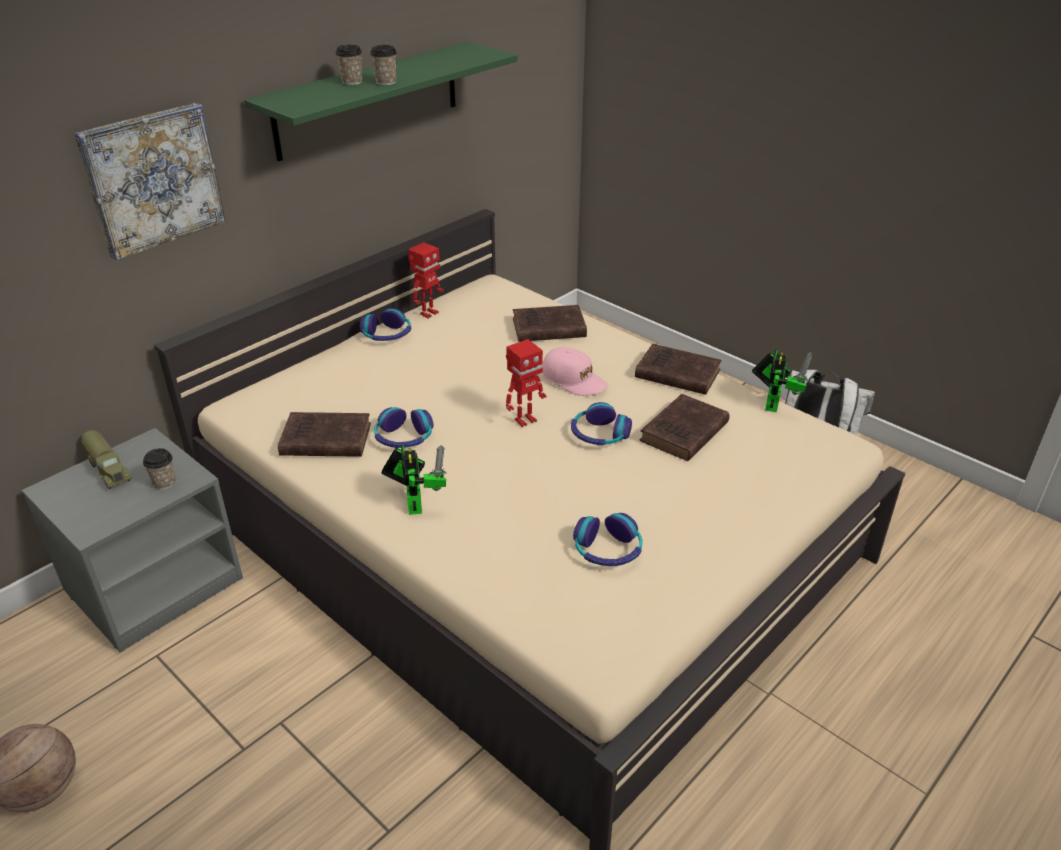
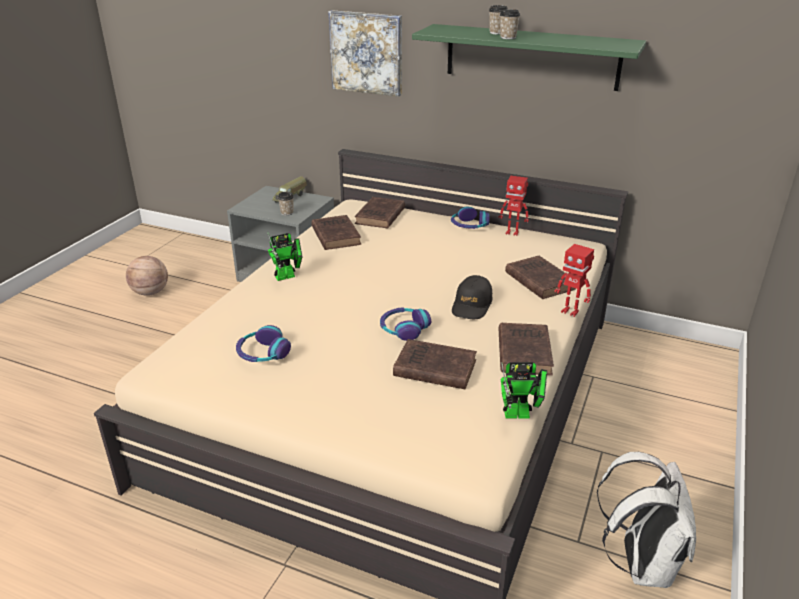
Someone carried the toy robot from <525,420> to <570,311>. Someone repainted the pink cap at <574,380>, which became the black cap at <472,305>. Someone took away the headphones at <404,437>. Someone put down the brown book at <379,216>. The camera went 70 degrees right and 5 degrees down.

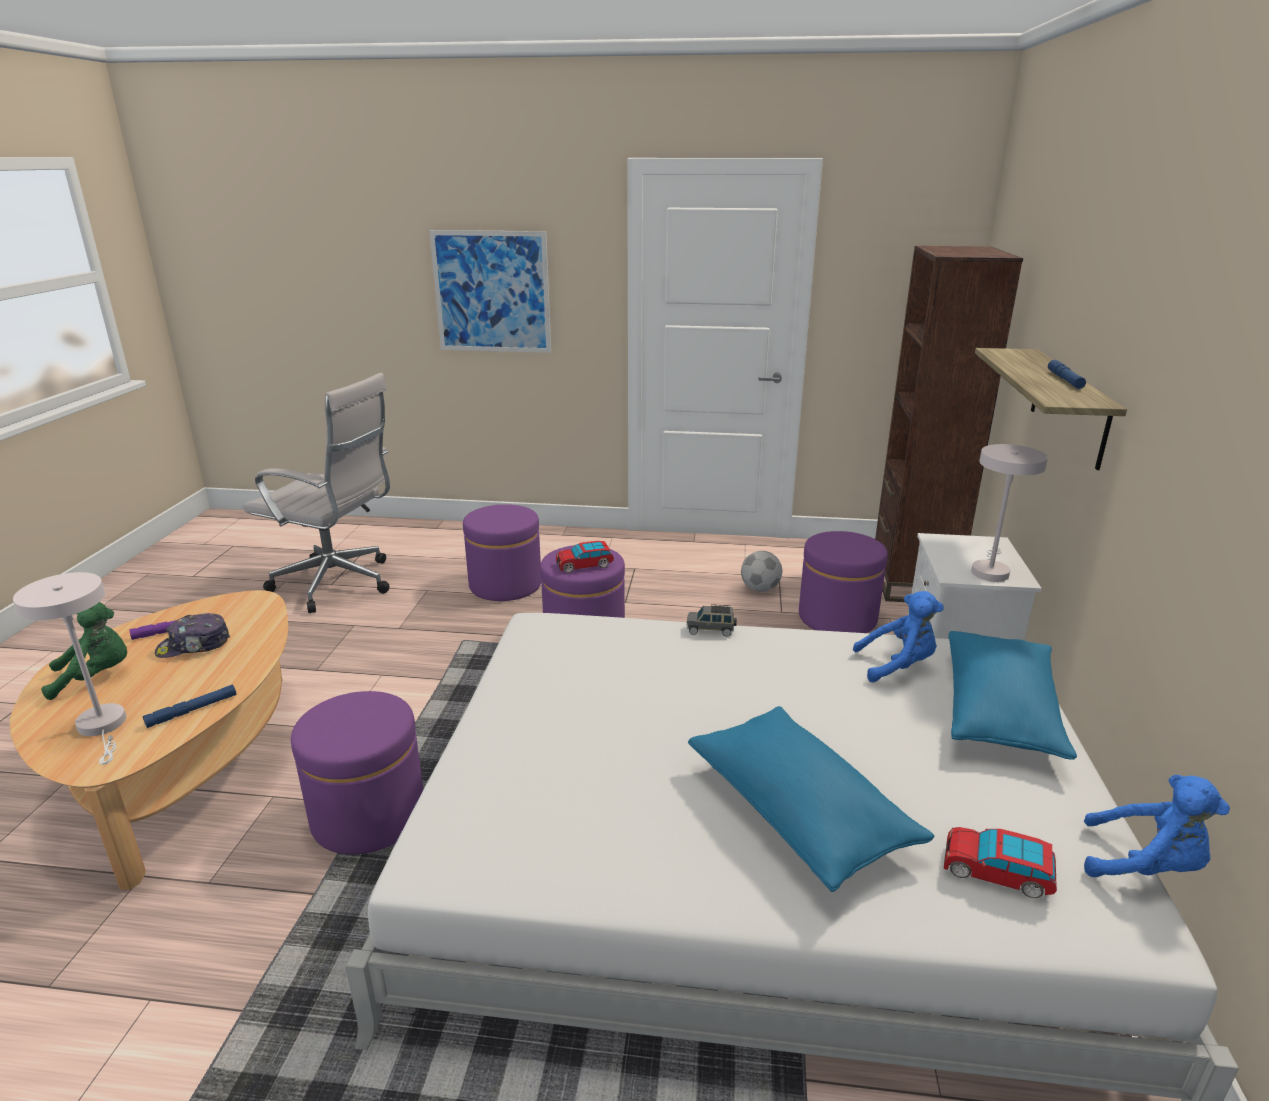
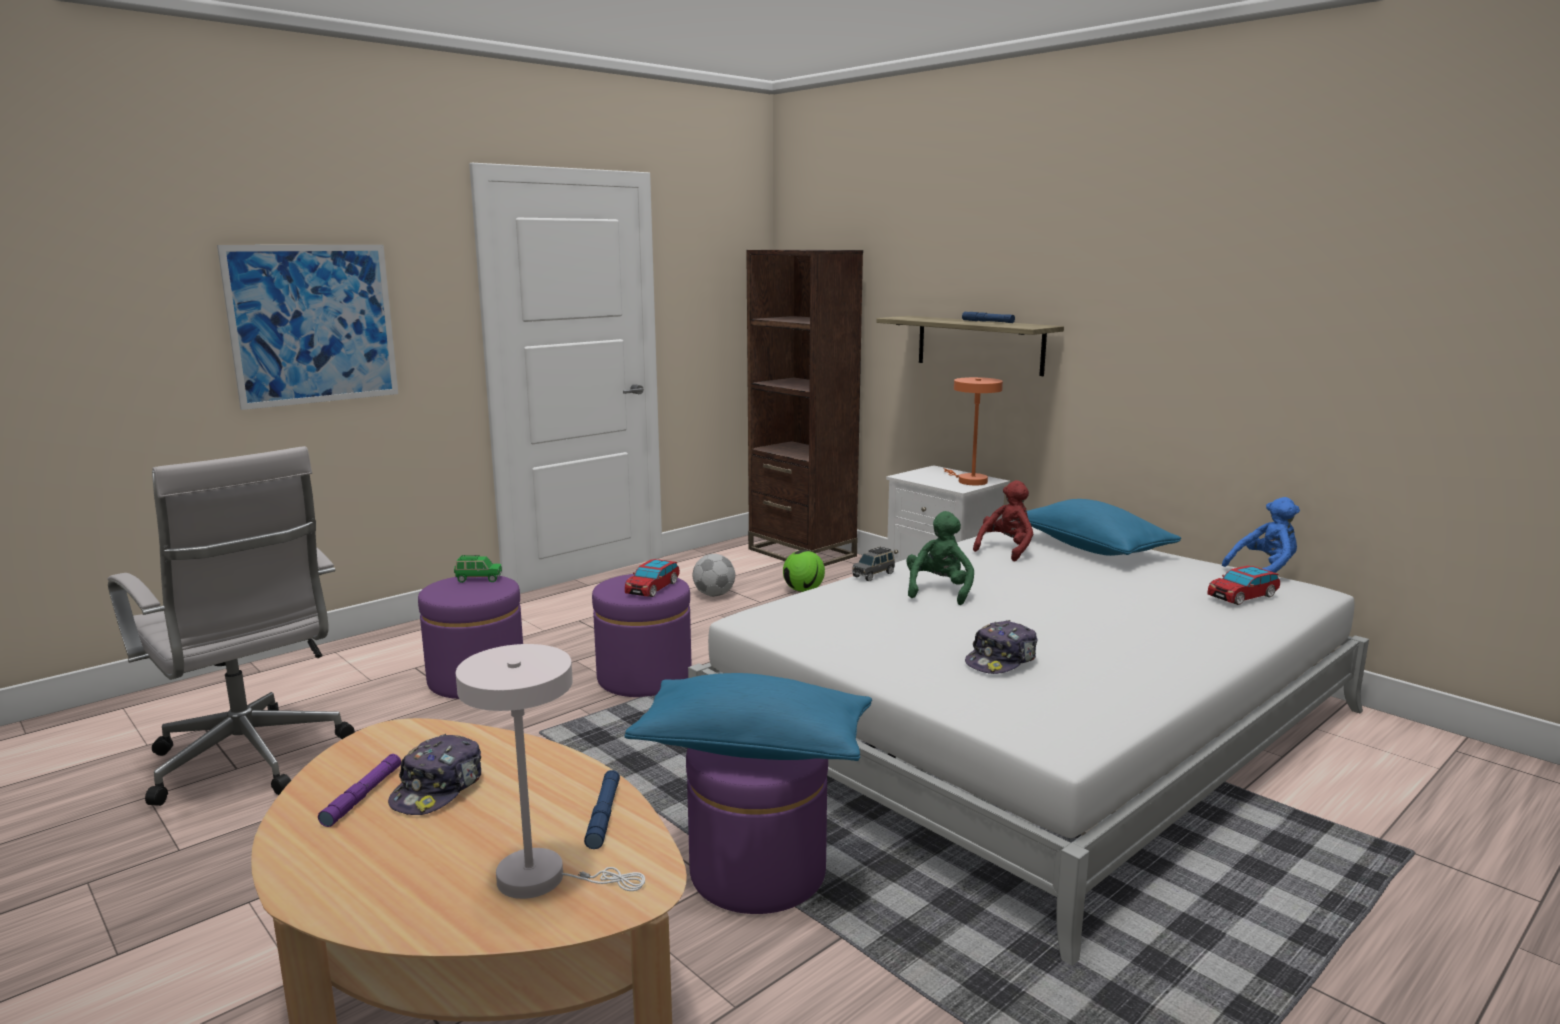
Someone rotated the white office chair at <339,584> by 75 degrees clockwise. Someone repainted the white table lamp at <989,570>, which became the orange table lamp at <969,480>. Someone swapped the purple ottoman at <837,618> for the football at <803,590>. Someone repainted the blue plush toy at <898,665>, which became the red plush toy at <1006,550>. Someone carried the green plush toy from <96,677> to <939,591>. Someone carried the blue pillow from <798,813> to <753,748>. Someone put down the green toy car at <478,579>. Someone put down the cap at <1001,660>. The camera went 50 degrees left and 10 degrees down.

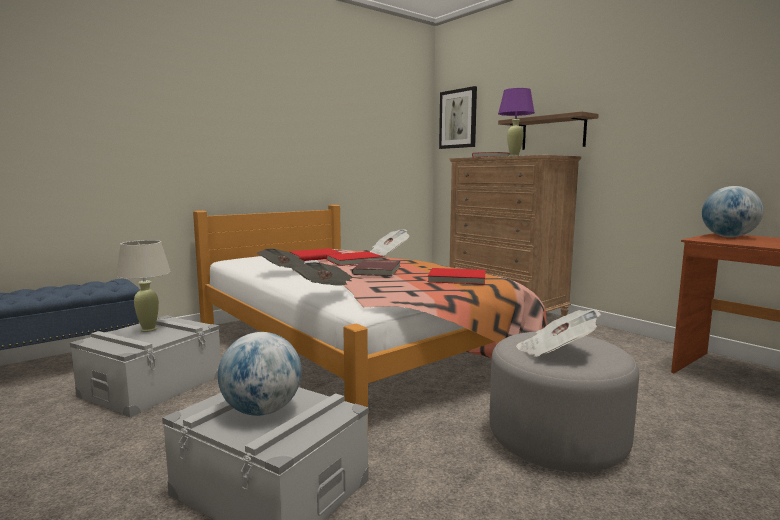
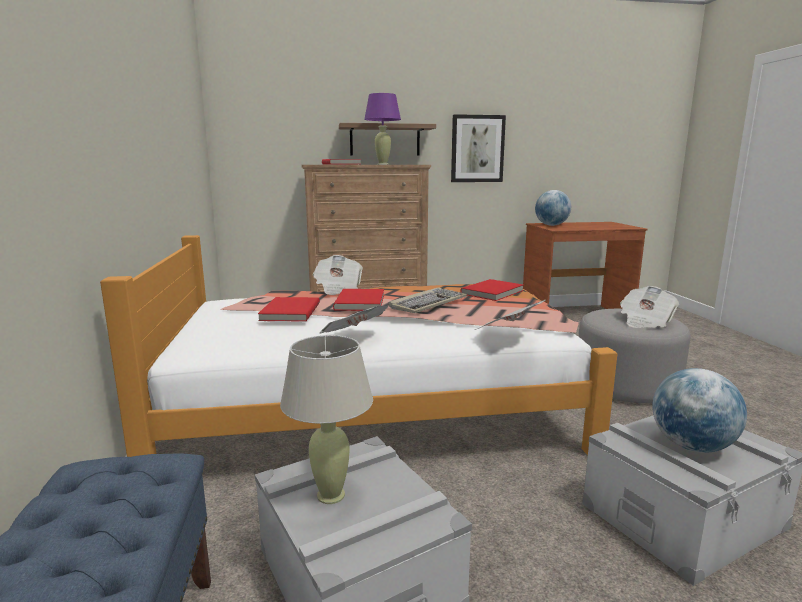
Someone carried the picture from <458,119> to <477,149>. Someone swapped the red book at <378,270> for the keyboard at <428,303>. The camera went 60 degrees left and 5 degrees up.

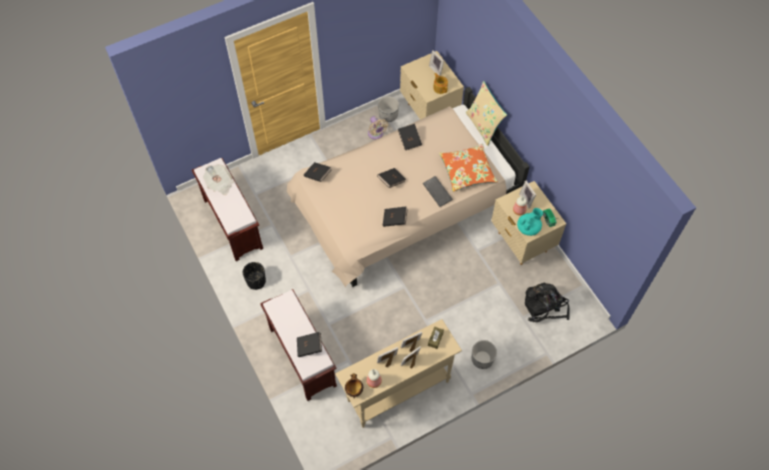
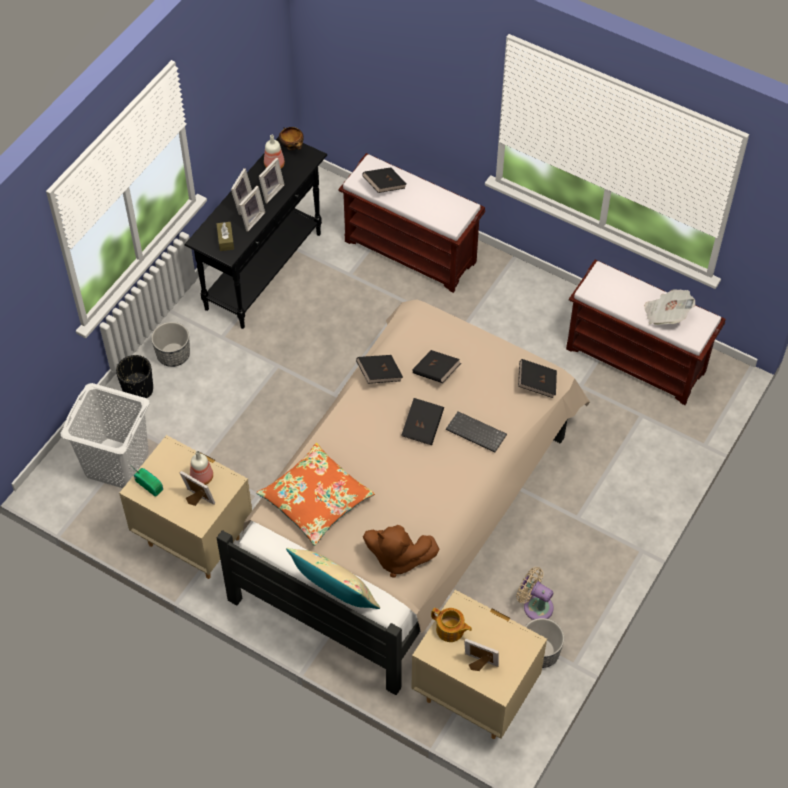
Someone carried the black book from <409,140> to <436,373>. Someone carried the keyboard from <438,192> to <474,433>. Someone took away the turquoise teapot at <528,228>. Someone carried the black planter from <256,281> to <138,389>. Someone swapped the black backpack at <544,306> for the white laundry basket at <117,463>. Someone repainted the beige console table at <397,391>, which became the black console table at <264,271>. Someone put down the brown plush toy at <397,558>. The camera went 150 degrees right and 5 degrees down.

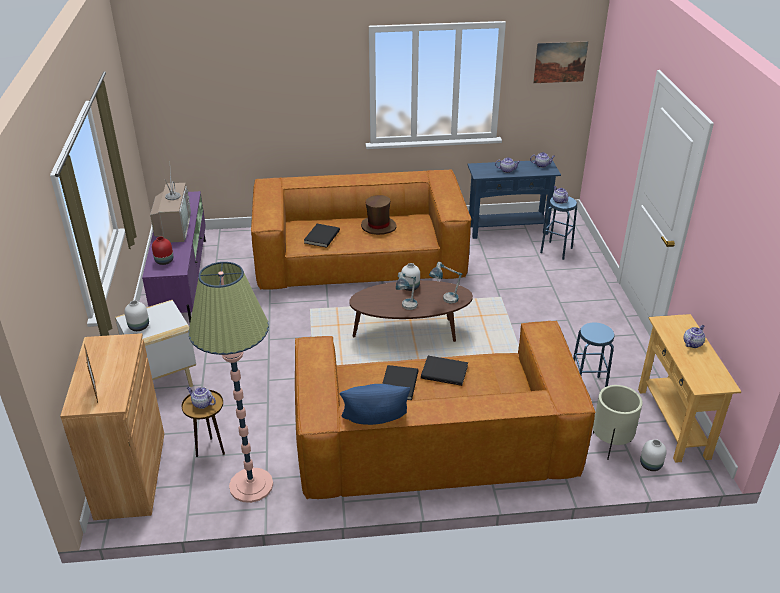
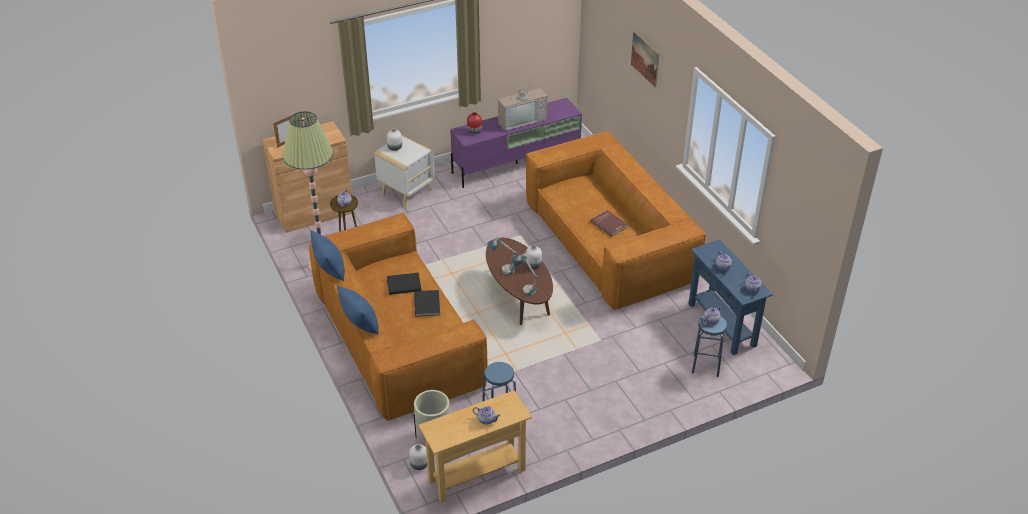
Someone carried the picture from <560,62> to <645,59>. Someone swapped the brown hat at <378,226> for the red book at <609,224>. Someone took away the black book at <321,237>. Someone put down the blue pillow at <360,324>. The camera went 70 degrees right and 5 degrees up.

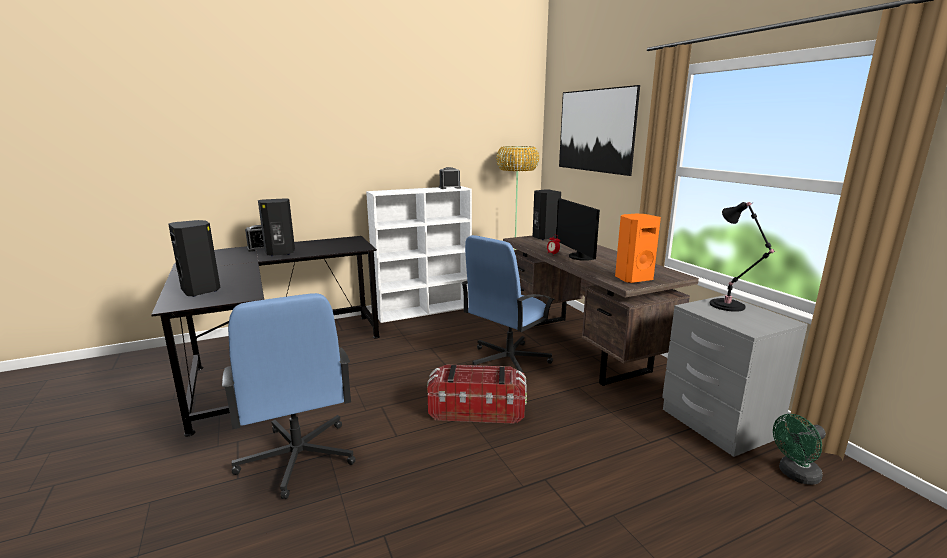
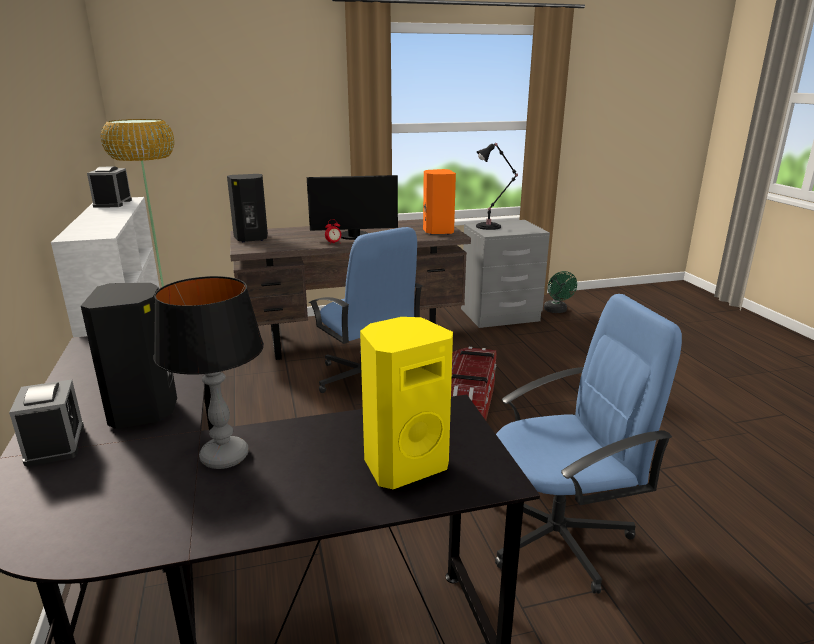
Someone took away the picture at <595,130>. Someone repainted the black speaker at <201,290>, which became the yellow speaker at <403,464>. Someone put down the table lamp at <225,457>. The camera went 80 degrees left and 5 degrees up.

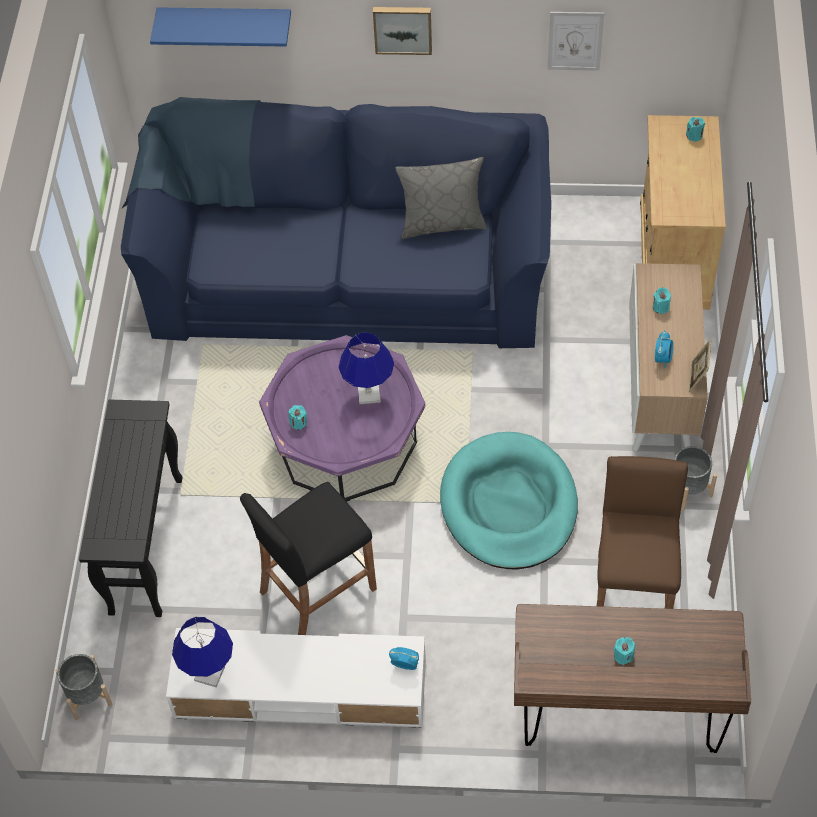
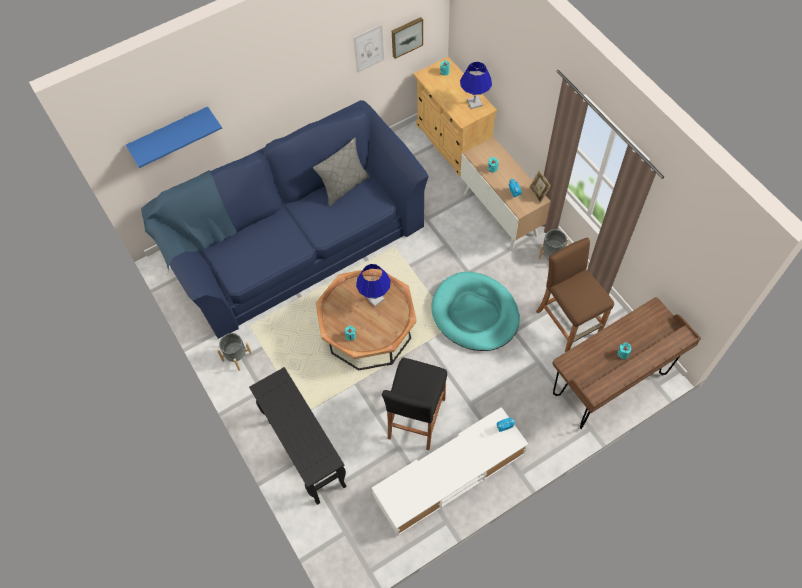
Someone carried the picture from <402,28> to <406,36>. Someone repainted the purple coffee table at <346,442>, which became the brown coffee table at <368,331>. Someone carried the blue table lamp from <209,673> to <474,103>. Someone carried the grey planter from <87,696> to <237,357>. The camera went 35 degrees left and 5 degrees up.

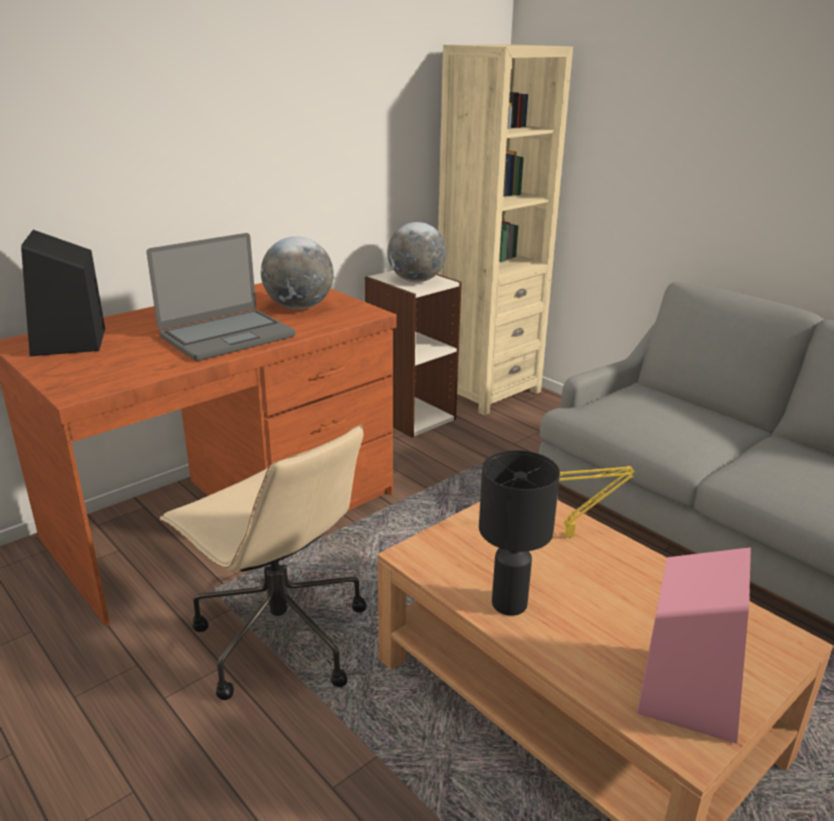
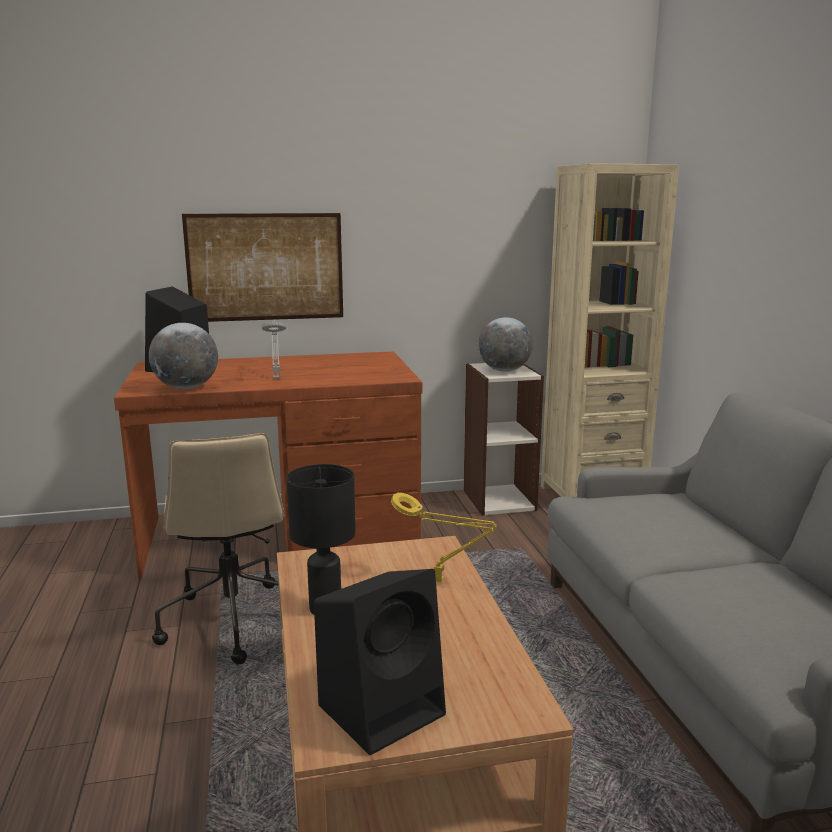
Someone swapped the laptop at <226,336> for the grey table lamp at <276,377>. Someone carried the globe from <299,307> to <186,388>. Someone repainted the pink speaker at <688,690>, which became the black speaker at <383,708>. Someone put up the picture at <265,267>. The camera went 30 degrees right and 10 degrees down.

